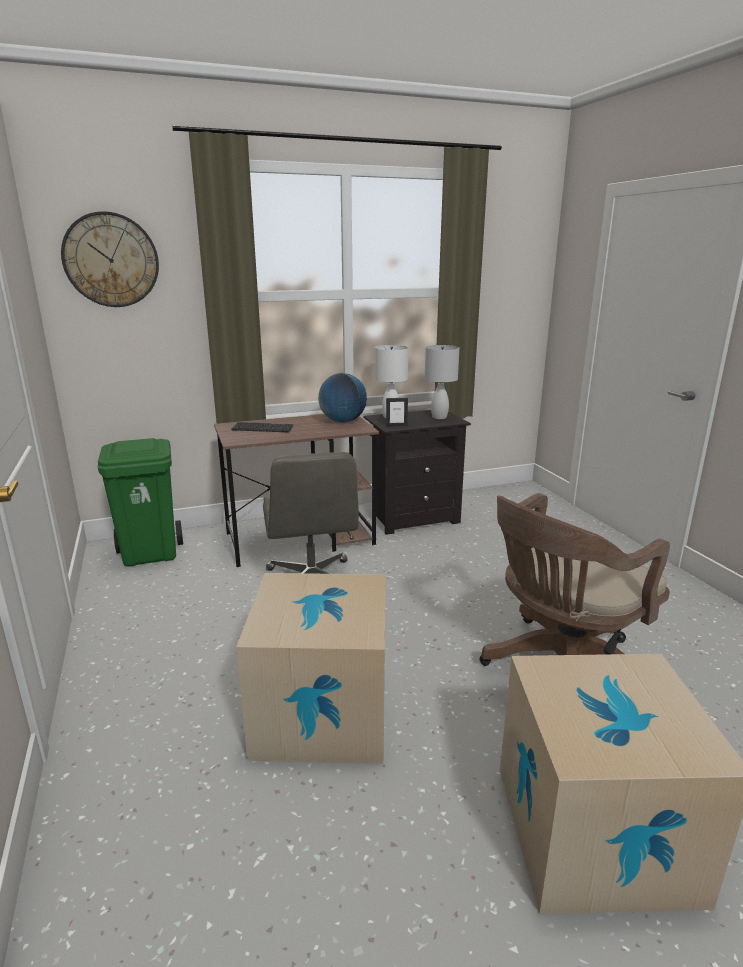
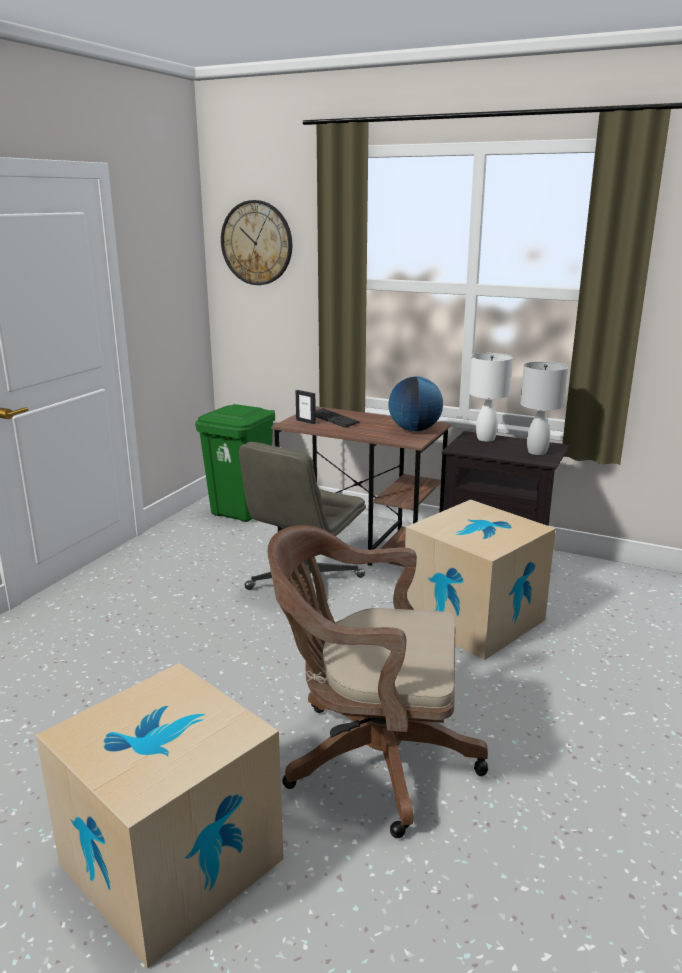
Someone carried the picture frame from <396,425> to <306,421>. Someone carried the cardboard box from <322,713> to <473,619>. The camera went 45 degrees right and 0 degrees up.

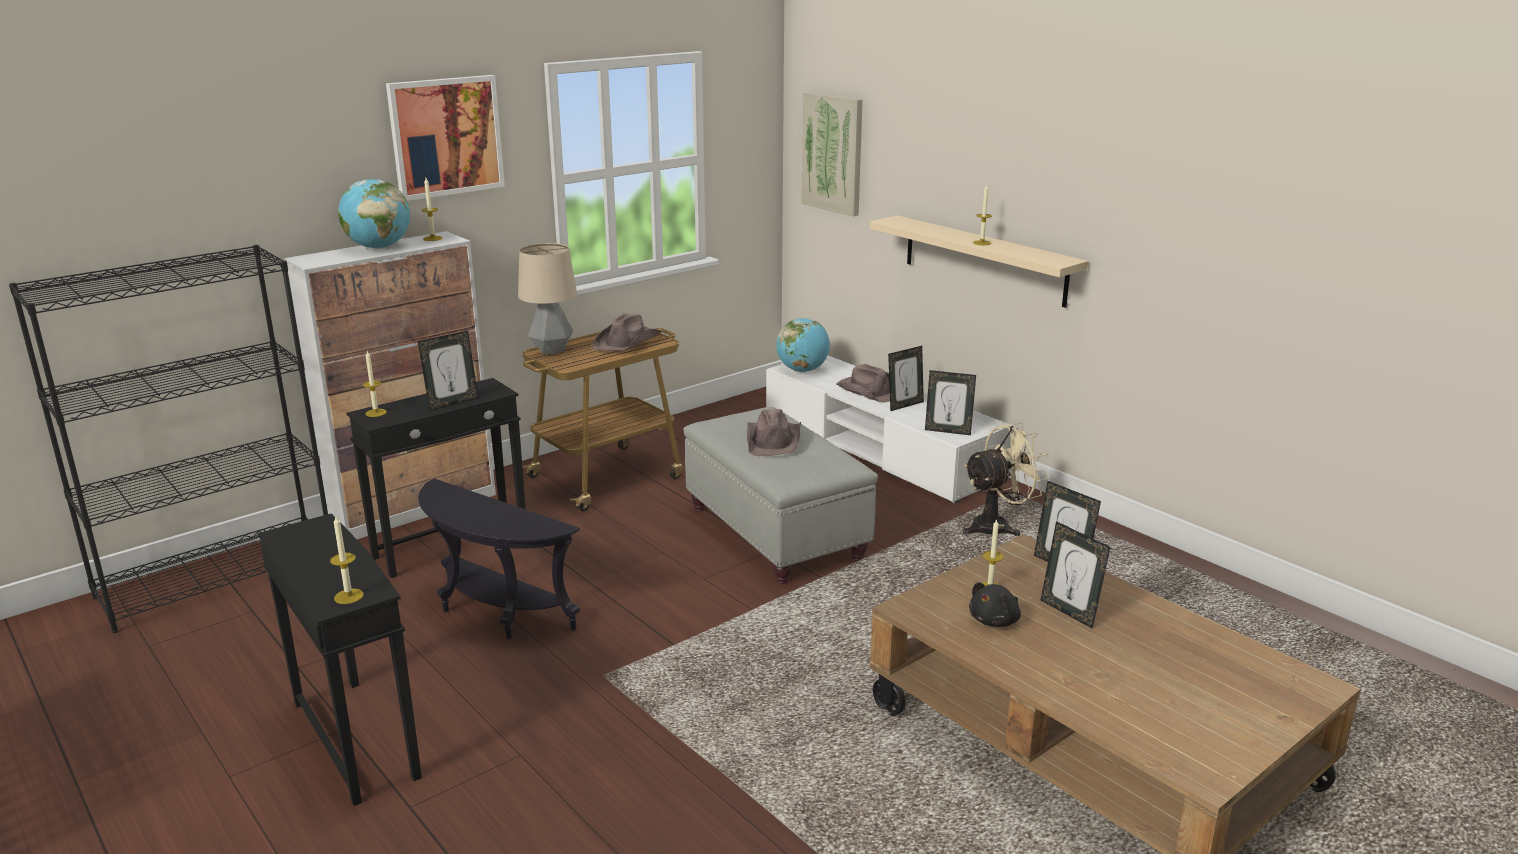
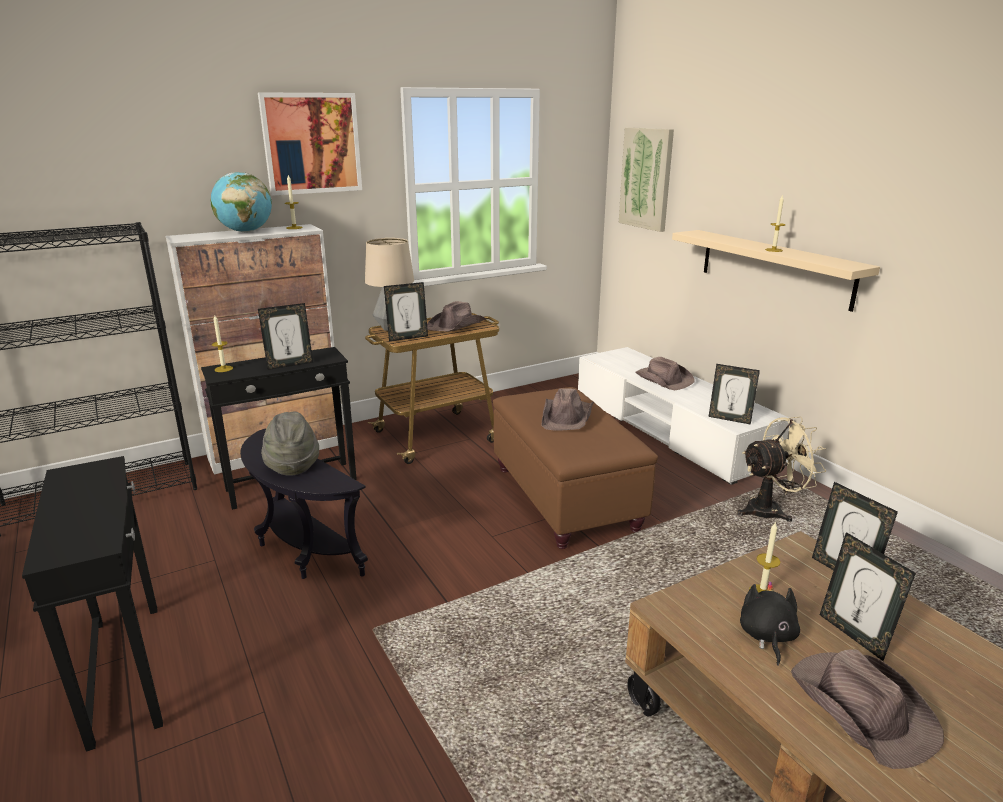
Someone took away the globe at <803,370>. Someone carried the picture frame from <904,405> to <407,337>. Someone repainted the grey ottoman at <776,533>, which became the brown ottoman at <565,498>. Someone took away the candle at <349,596>. Someone rotated the black plush toy at <995,620> by 135 degrees clockwise. Someone put down the grey hat at <292,465>. Someone put down the brown hat at <861,706>. The camera went 10 degrees right and 0 degrees up.

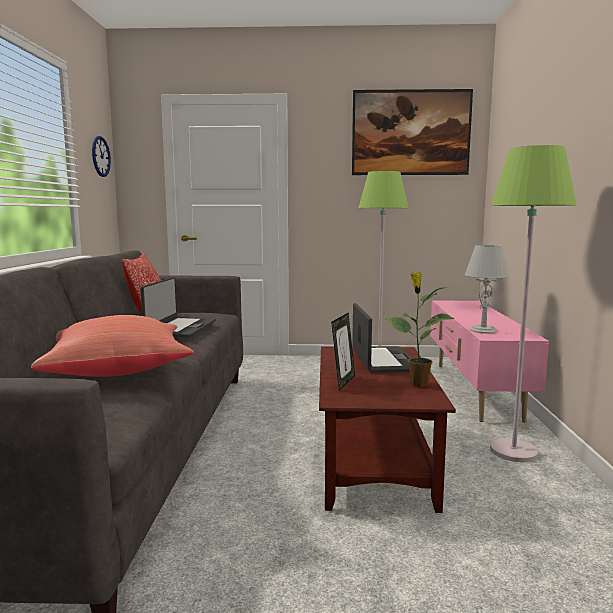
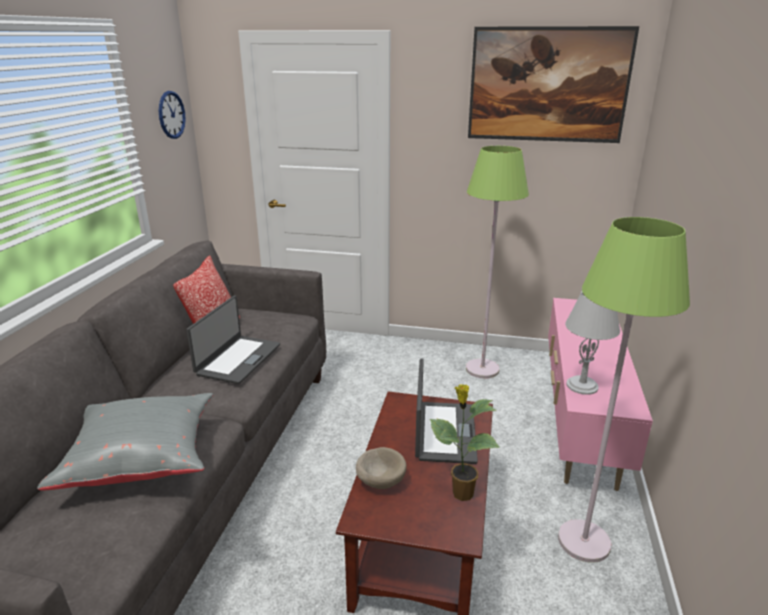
Someone swapped the picture frame at <343,382> for the beige bowl at <380,480>. Someone repainted the red pillow at <118,370>, which became the grey pillow at <142,458>. The camera went 10 degrees right and 15 degrees up.

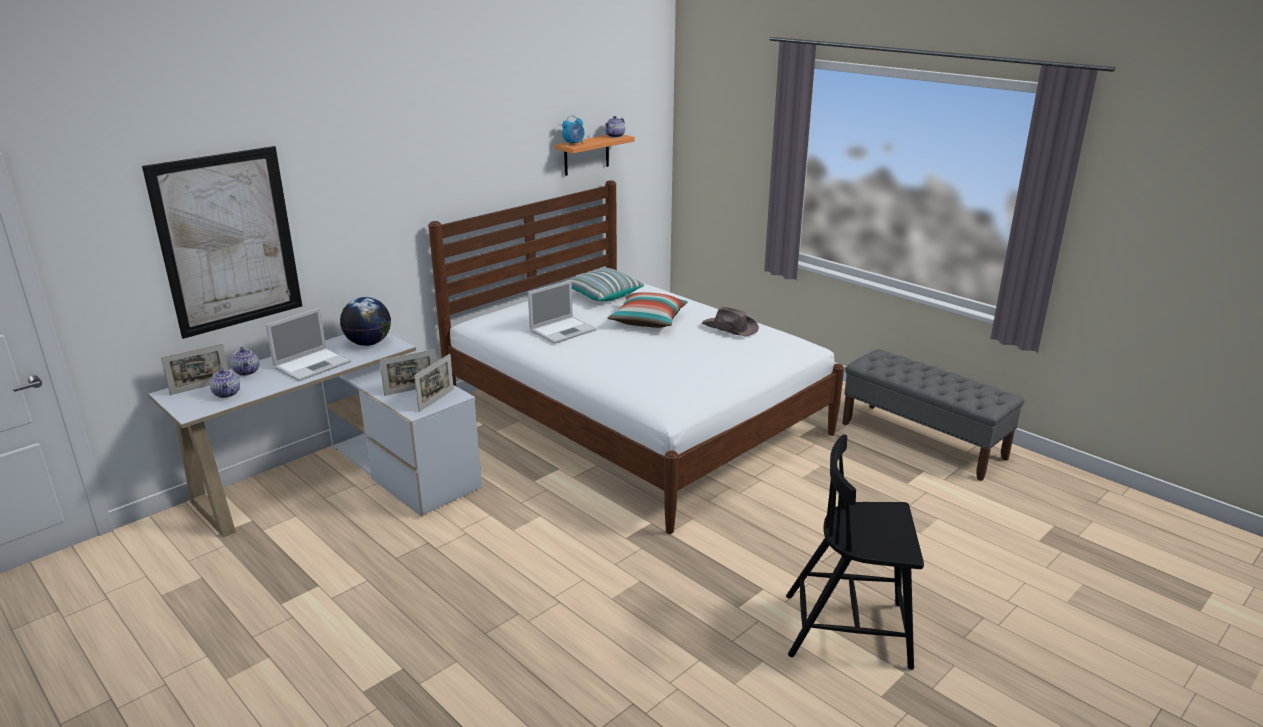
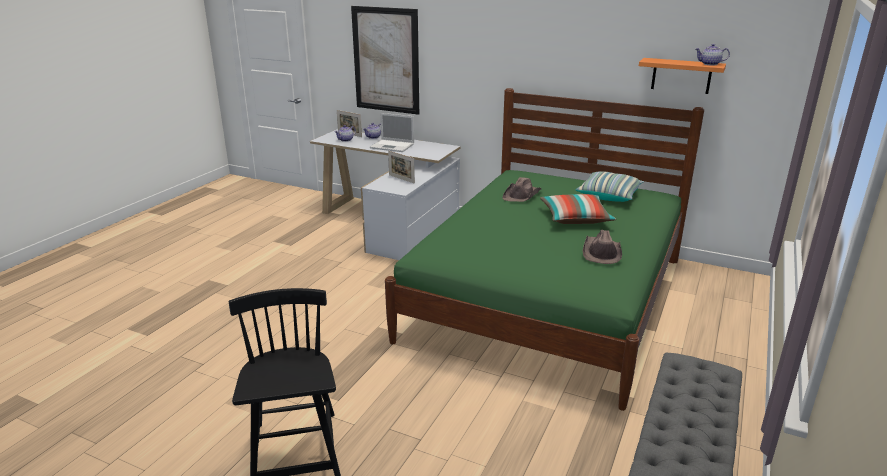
Someone took away the alarm clock at <574,144>. Someone repainted the white bed at <635,420>, which became the green bed at <548,298>. Someone swapped the laptop at <564,330> for the brown hat at <522,195>. Someone took away the globe at <369,343>. Someone took away the picture frame at <436,400>. The camera went 70 degrees right and 0 degrees up.

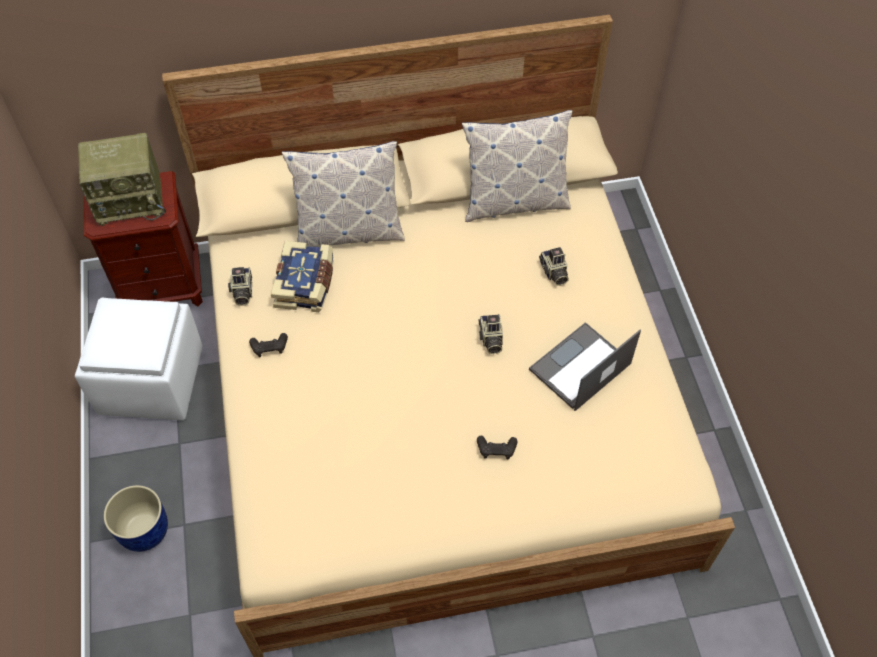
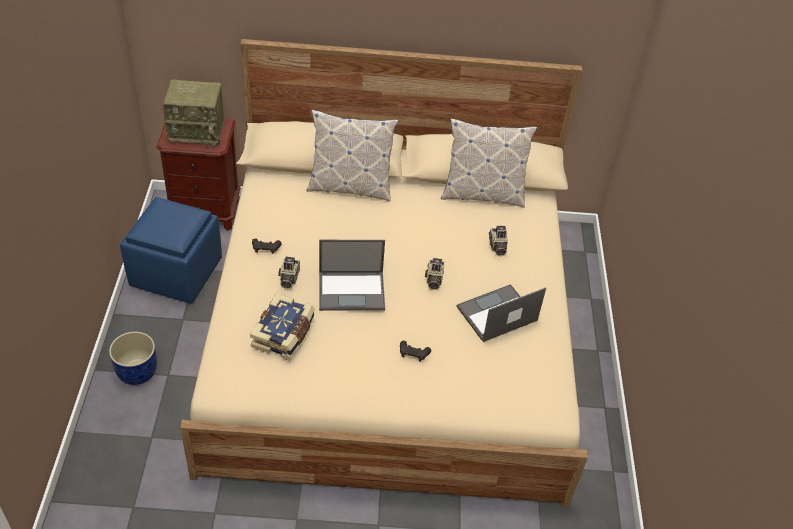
Someone carried the book from <306,284> to <284,334>. Someone carried the photo camera from <242,292> to <288,278>. Someone repainted the white ottoman at <150,380>, which became the blue ottoman at <176,272>. Someone put down the laptop at <352,290>. The camera went 10 degrees right and 10 degrees down.

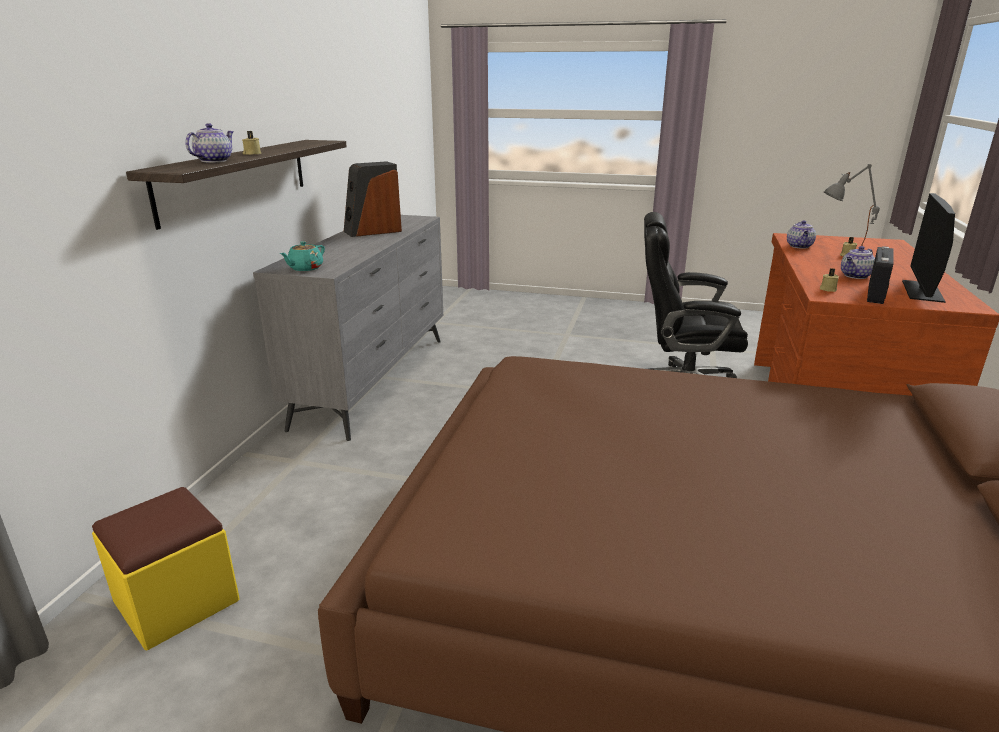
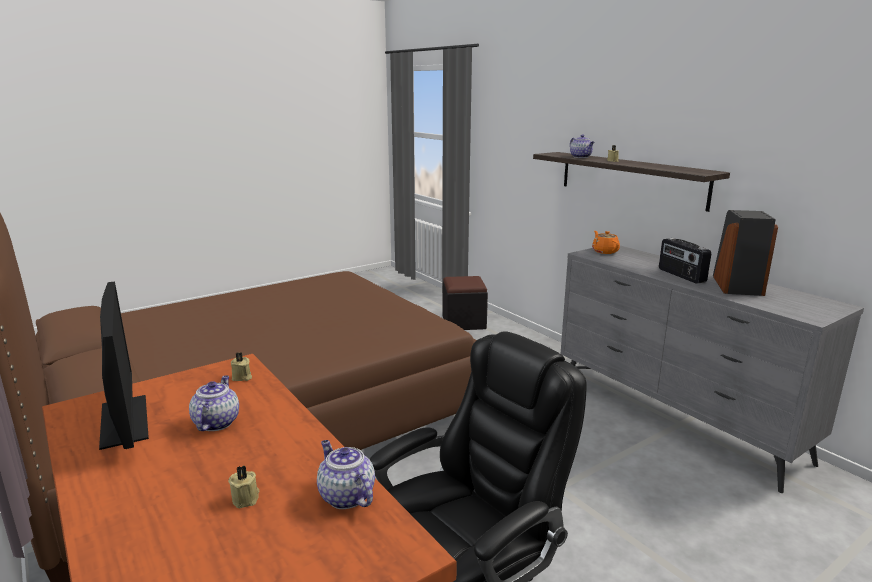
Someone took away the grey table lamp at <839,262>. Someone repainted the turquoise teapot at <305,268>, which became the orange teapot at <604,251>. Someone carried the radio from <876,294> to <681,275>. Someone repainted the yellow ottoman at <176,601>, which became the black ottoman at <464,322>. The camera went 130 degrees right and 5 degrees down.

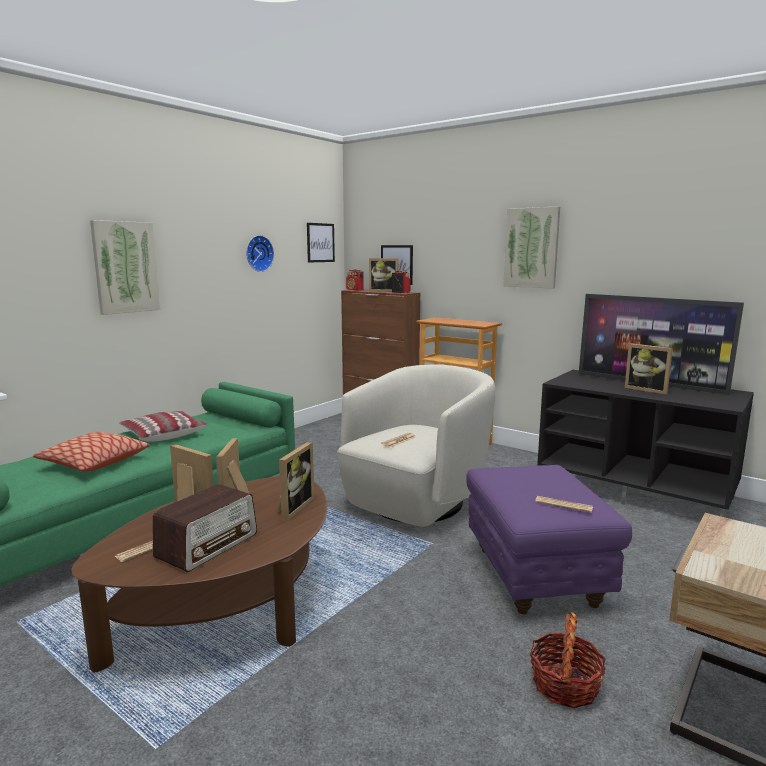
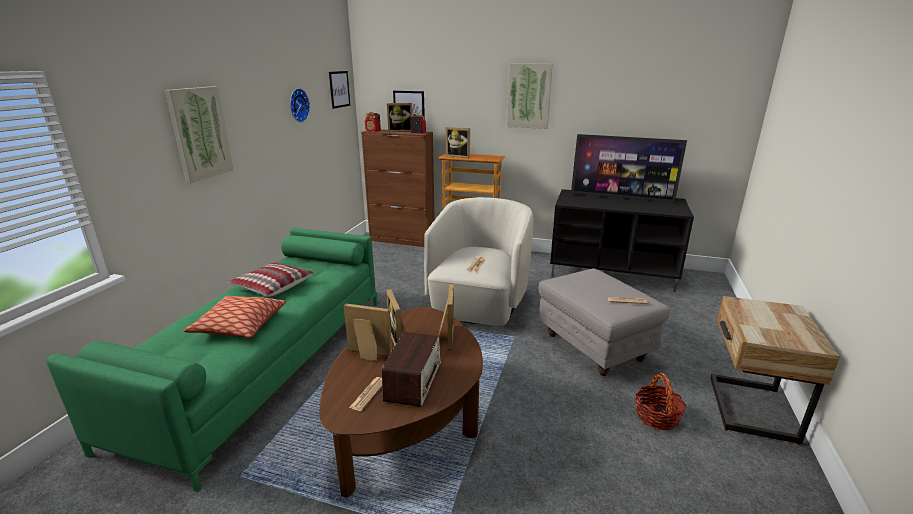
Someone carried the picture frame from <647,390> to <459,156>. Someone repainted the purple ottoman at <536,577>, which became the grey ottoman at <595,348>. The camera went 20 degrees left and 10 degrees up.

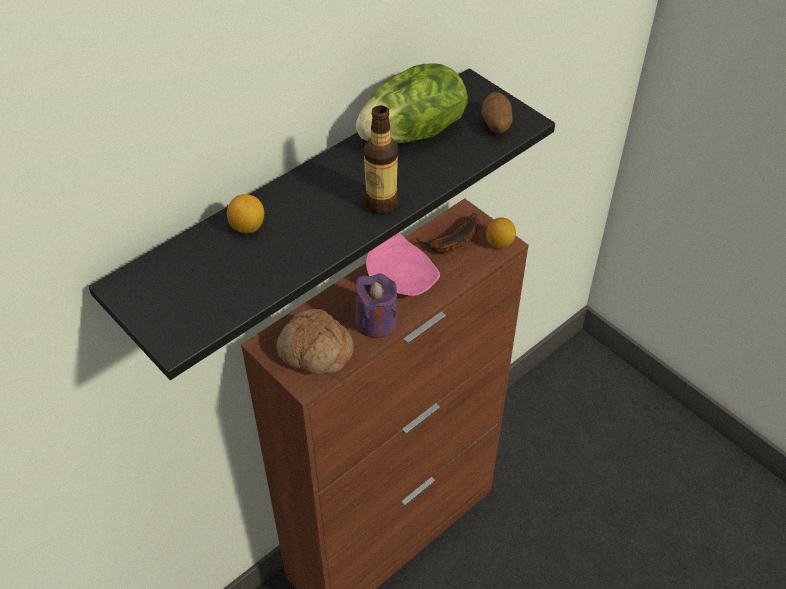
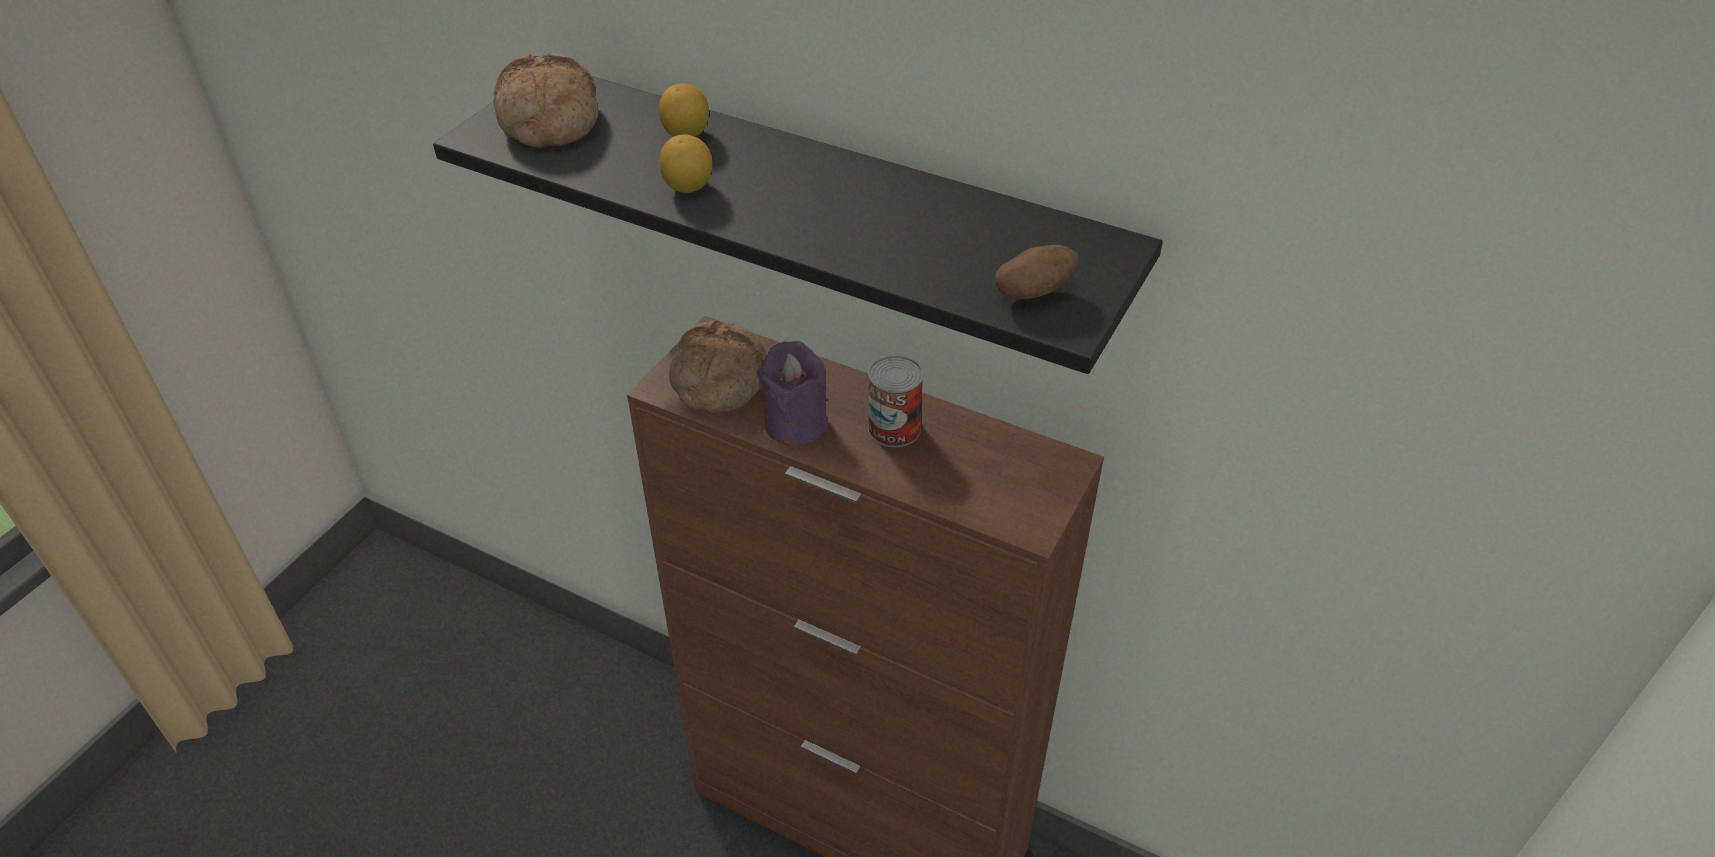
Someone took away the lettuce at <414,133>. Someone took away the bottle at <381,204>. Someone took away the banana at <452,242>. Someone carried the lemon from <499,243> to <688,187>. Someone swapped the pink plate at <402,277> for the can at <894,428>. Someone put down the bread at <547,121>. The camera went 70 degrees right and 5 degrees down.

